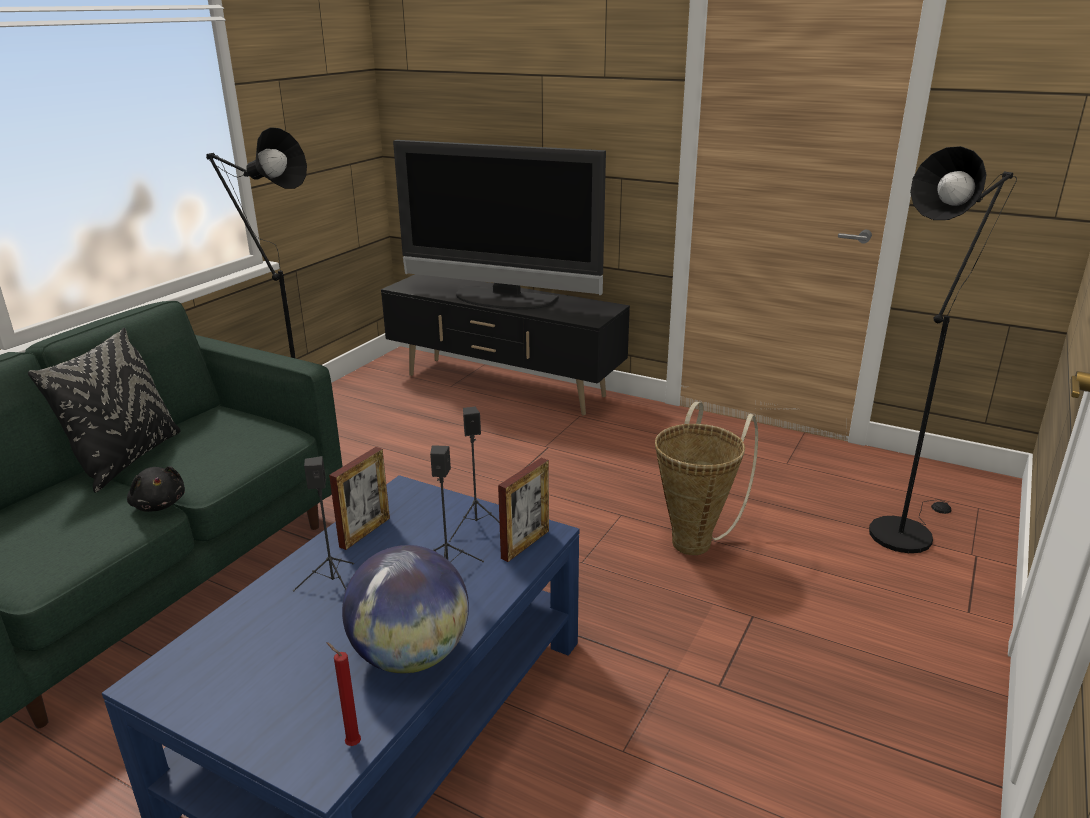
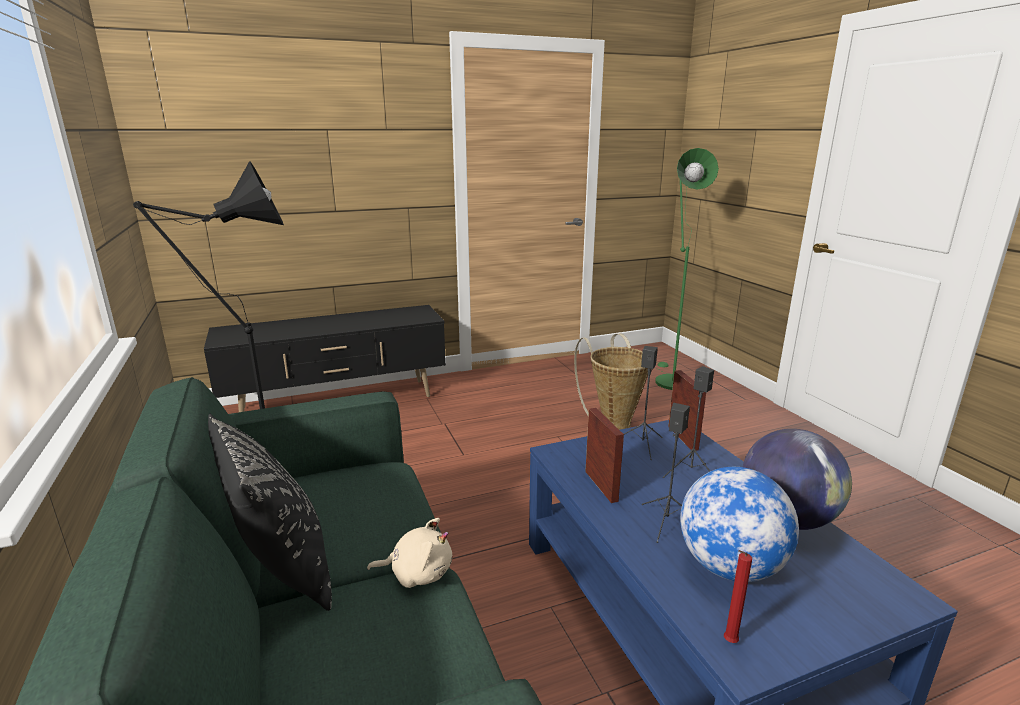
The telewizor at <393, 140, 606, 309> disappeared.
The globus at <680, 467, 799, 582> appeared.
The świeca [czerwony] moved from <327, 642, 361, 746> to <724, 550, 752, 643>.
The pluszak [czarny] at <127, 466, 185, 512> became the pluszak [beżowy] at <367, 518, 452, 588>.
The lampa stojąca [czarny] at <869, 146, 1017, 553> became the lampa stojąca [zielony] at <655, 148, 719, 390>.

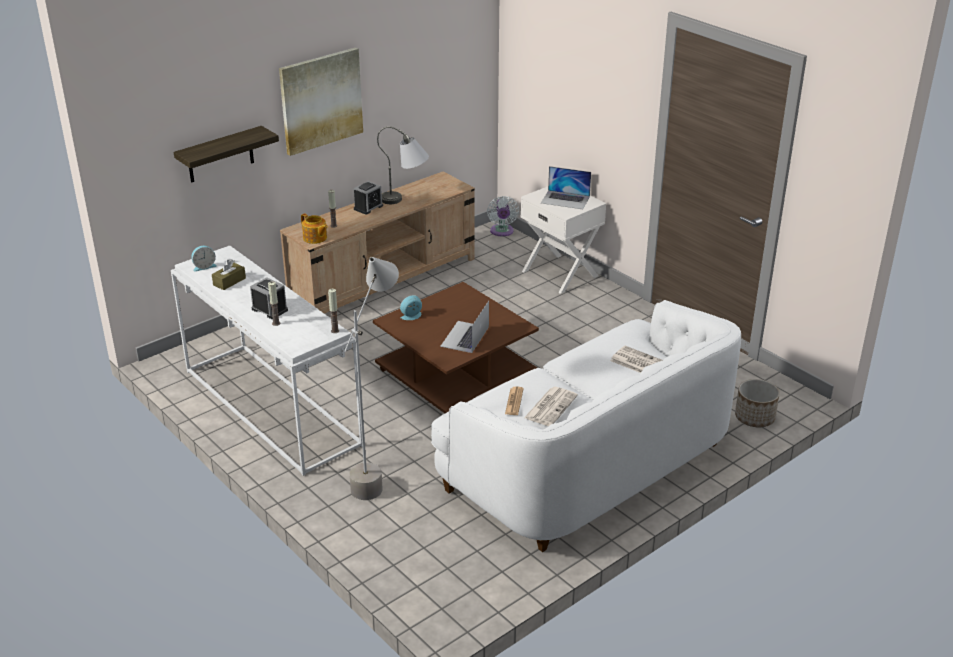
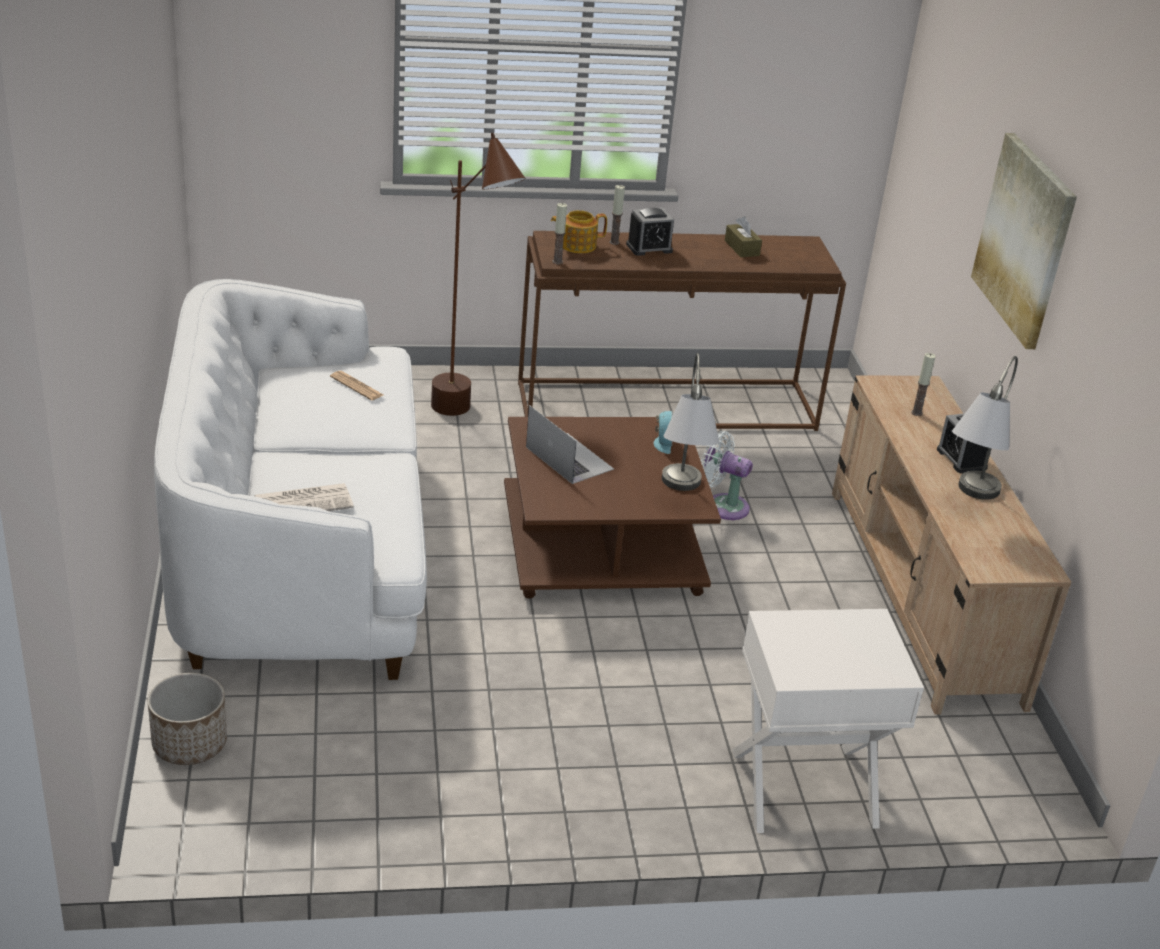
The półka at <174, 126, 279, 183> disappeared.
The budzik at <191, 246, 217, 272> disappeared.
The gazeta at <524, 387, 578, 426> disappeared.
The laptop at <541, 166, 591, 209> disappeared.
The lampa stołowa [szary] at <662, 353, 719, 491> appeared.
The imbryk moved from <301, 213, 328, 244> to <551, 210, 607, 253>.
The wentylator [biały] moved from <487, 196, 519, 236> to <701, 431, 753, 520>.
The stolik konsolowy [biały] at <171, 246, 362, 476> became the stolik konsolowy [brązowy] at <518, 231, 846, 431>.
The lampa stojąca [szary] at <344, 257, 399, 500> became the lampa stojąca [brązowy] at <431, 133, 526, 416>.

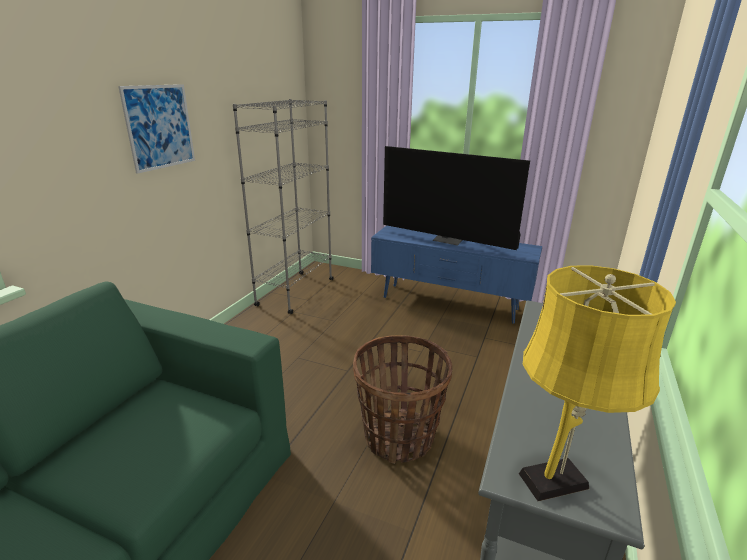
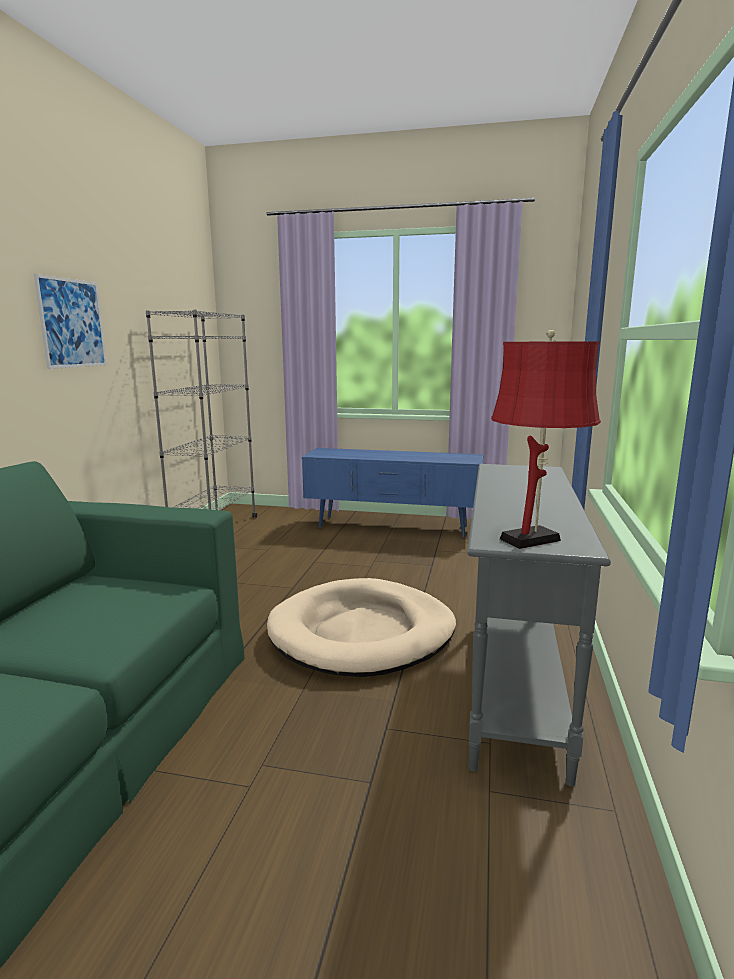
The telewizor at <383, 146, 530, 250> disappeared.
The koszyk at <353, 335, 452, 464> was replaced by the legowisko [beżowy] at <267, 578, 456, 677>.
The lampa stołowa [żółty] at <519, 265, 676, 501> became the lampa stołowa [czerwony] at <491, 330, 601, 549>.

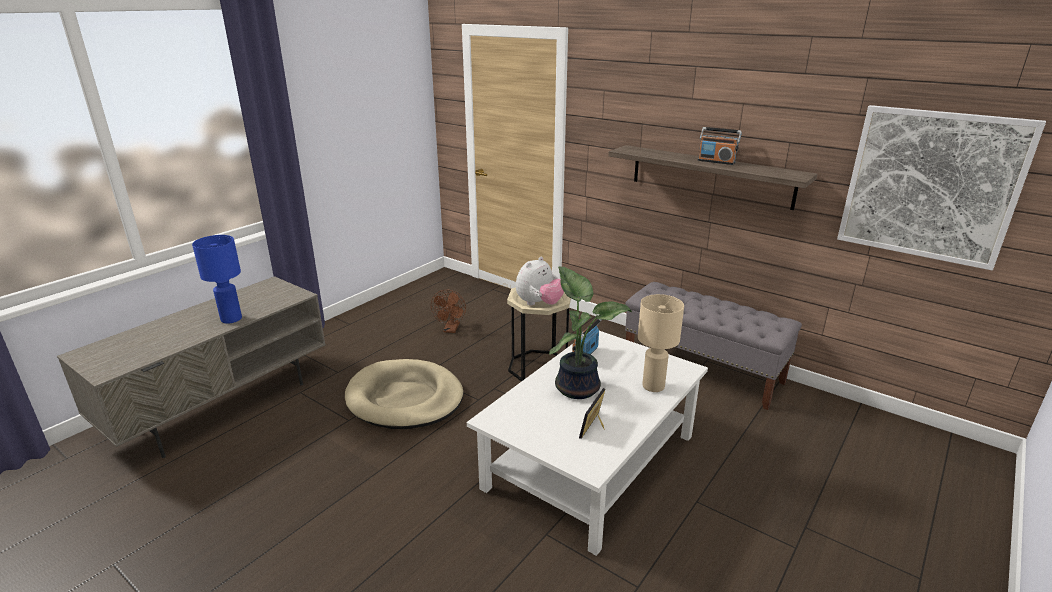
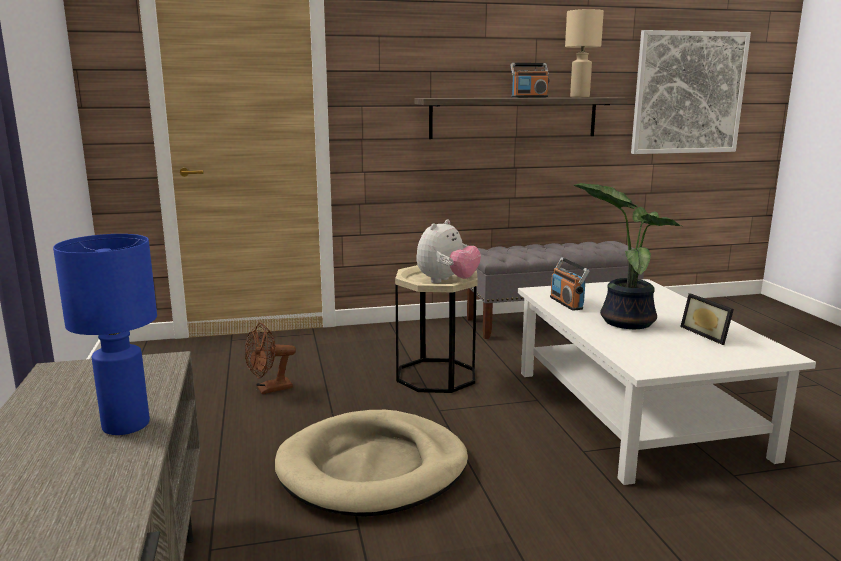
The lampa stołowa [beżowy] moved from <638, 294, 684, 392> to <565, 9, 604, 97>.
The wentylator [brązowy] at <431, 290, 466, 333> turned 105 degrees clockwise.
The pluszak at <516, 257, 564, 305> turned 45 degrees clockwise.

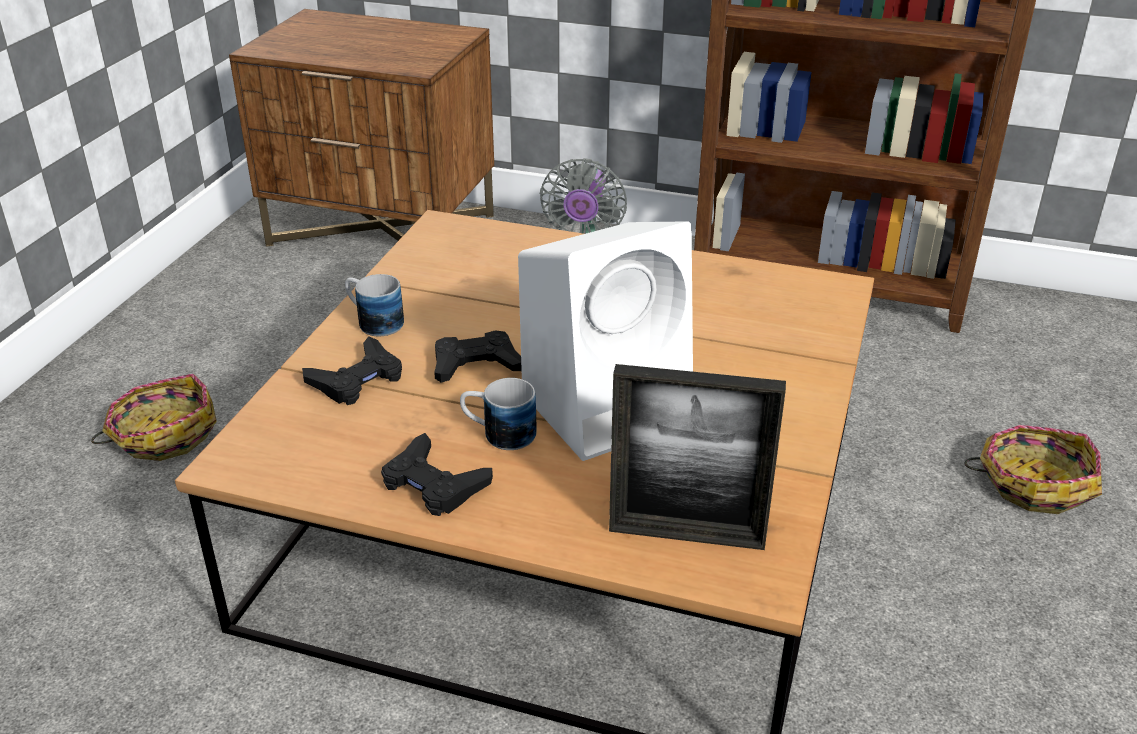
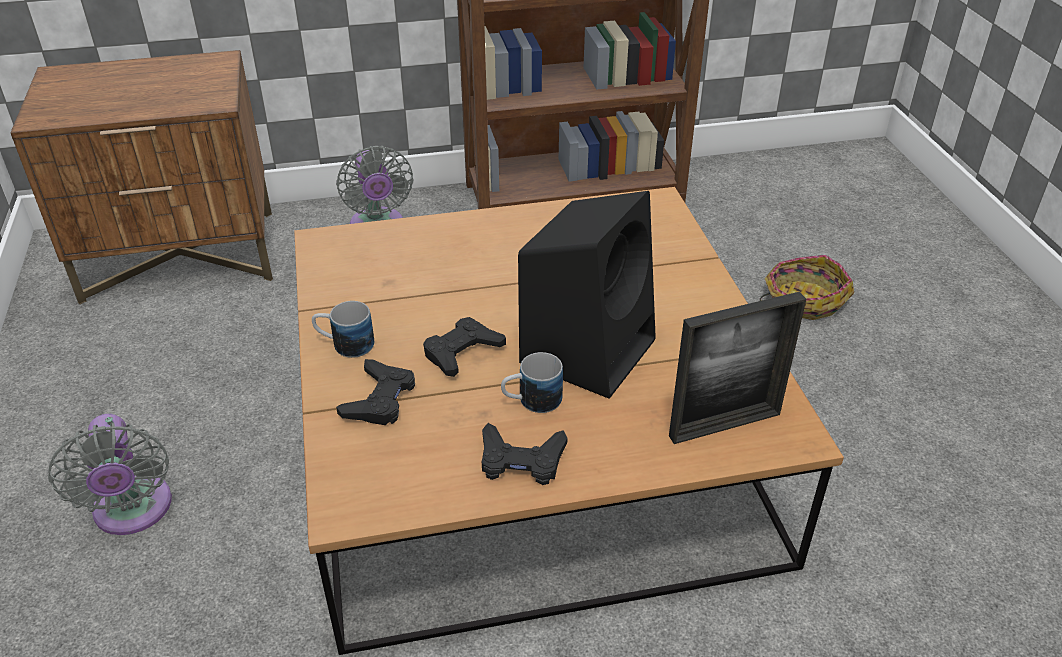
The koszyk at <91, 374, 217, 461> was replaced by the wentylator [szary] at <48, 414, 172, 535>.
The głośnik [biały] at <518, 221, 693, 461> became the głośnik [czarny] at <518, 191, 656, 399>.

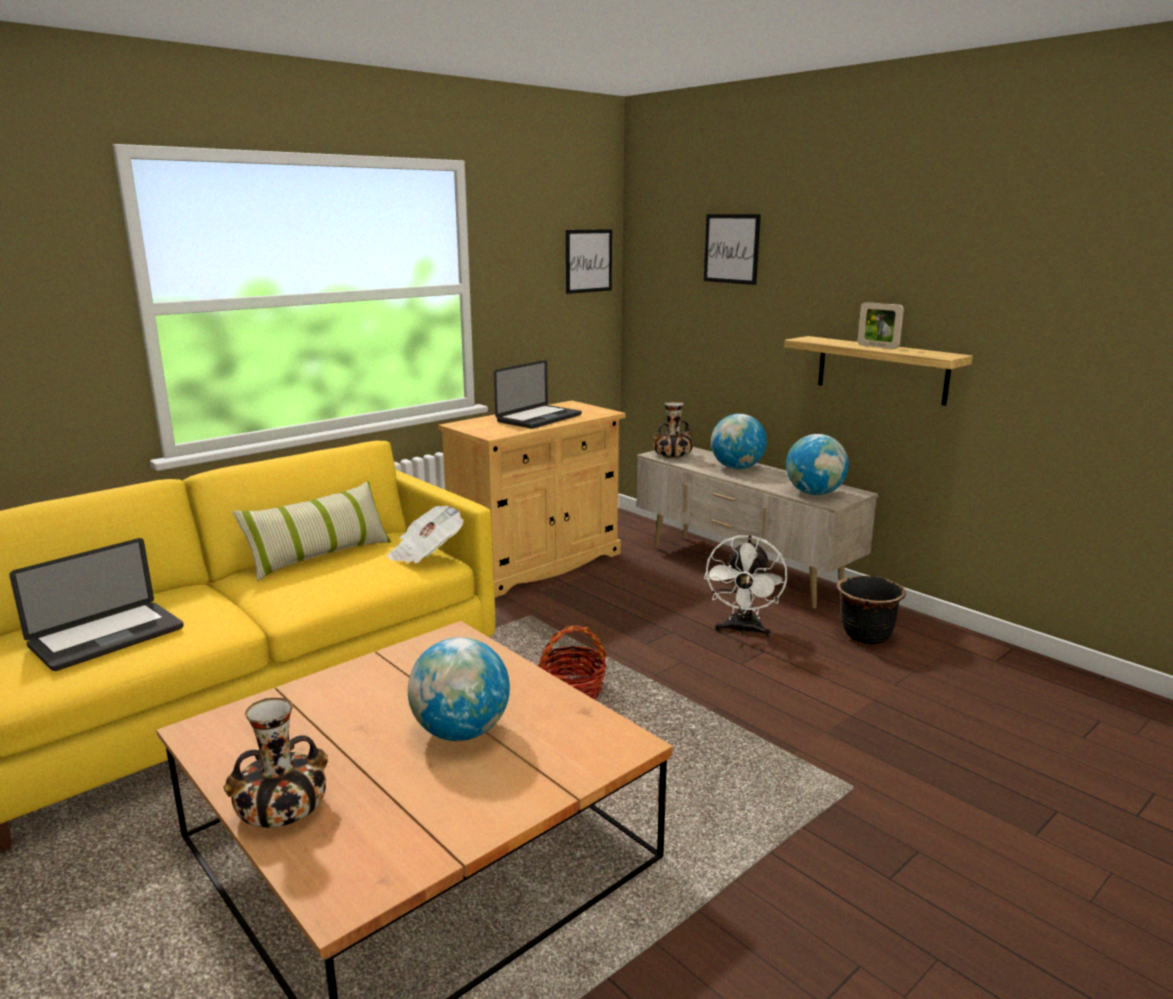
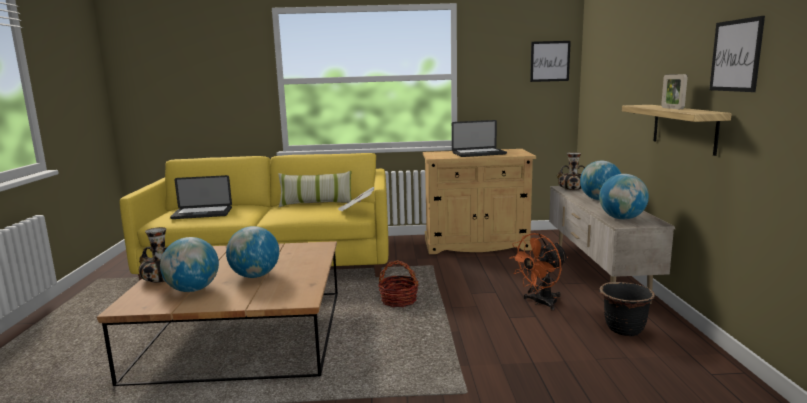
The globus at <160, 237, 219, 292> appeared.
The obraz moved from <704, 214, 761, 285> to <709, 16, 765, 92>.
The wentylator [biały] at <704, 535, 787, 637> became the wentylator [pomarańczowy] at <509, 233, 568, 311>.

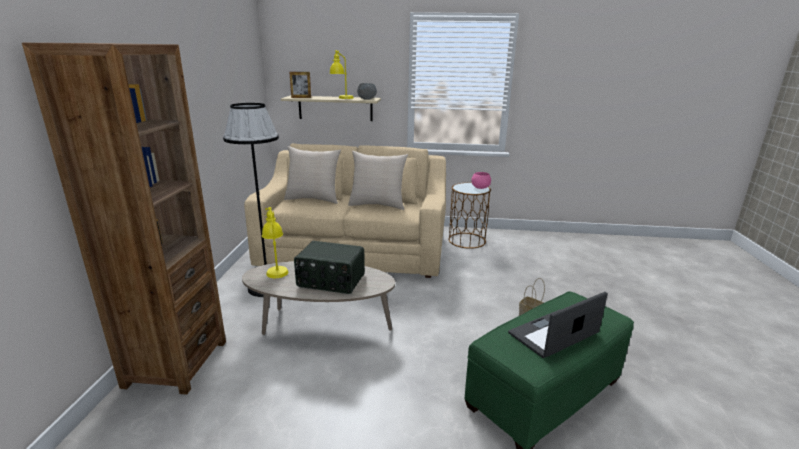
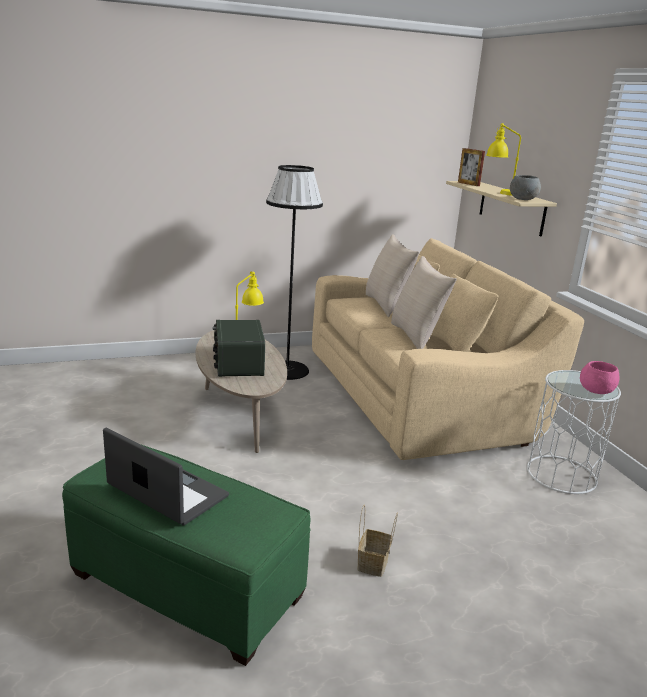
The regał [brązowy] at <22, 43, 226, 395> disappeared.
The stolik [brązowy] at <449, 183, 491, 249> became the stolik [biały] at <527, 370, 621, 494>.

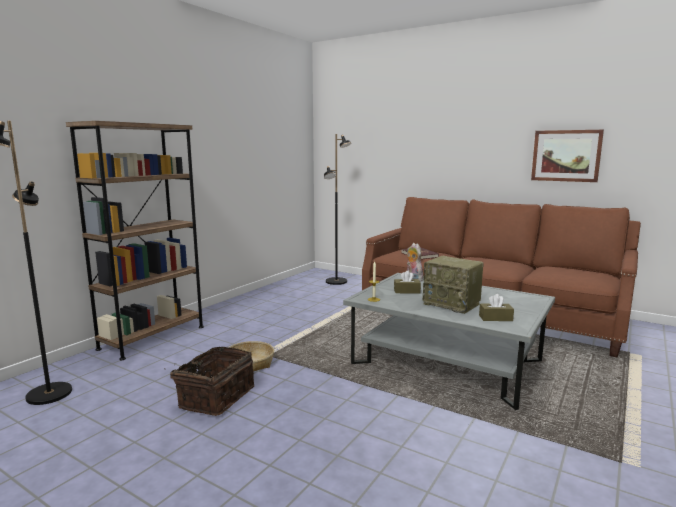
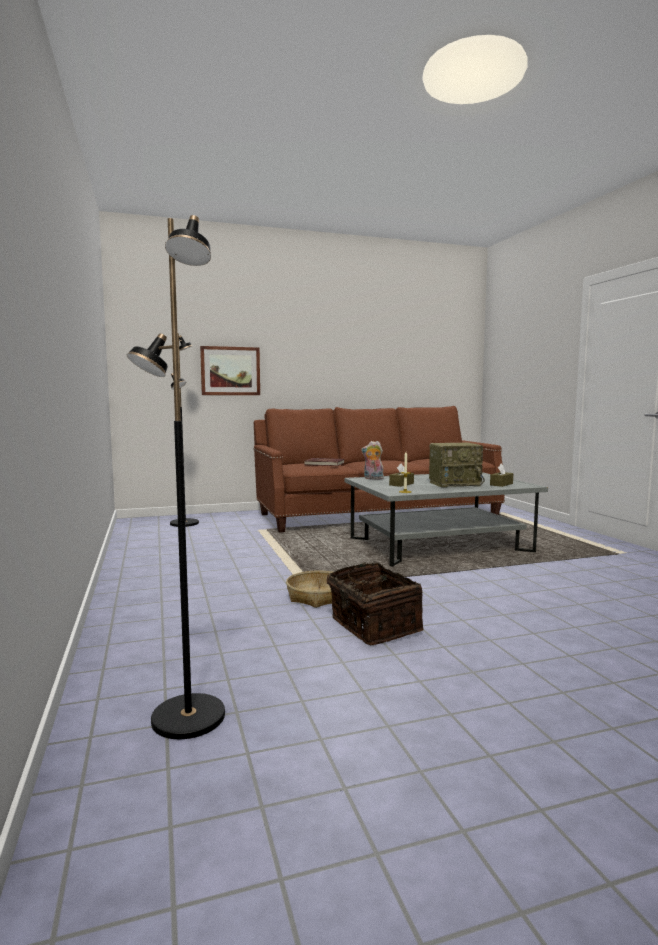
The regał [brązowy] at <66, 121, 204, 360> disappeared.
The obraz moved from <531, 130, 604, 182> to <200, 346, 260, 395>.

